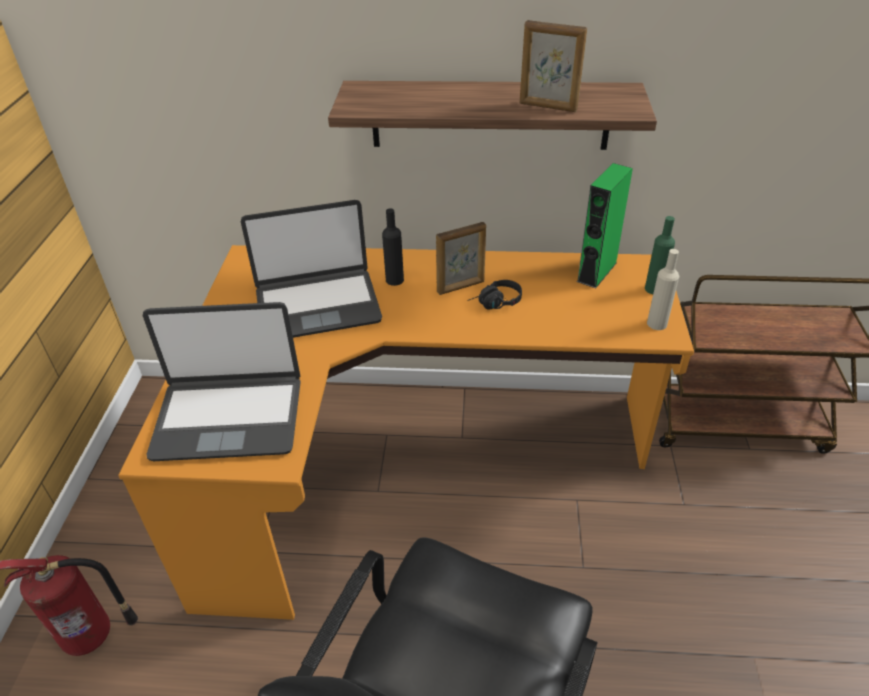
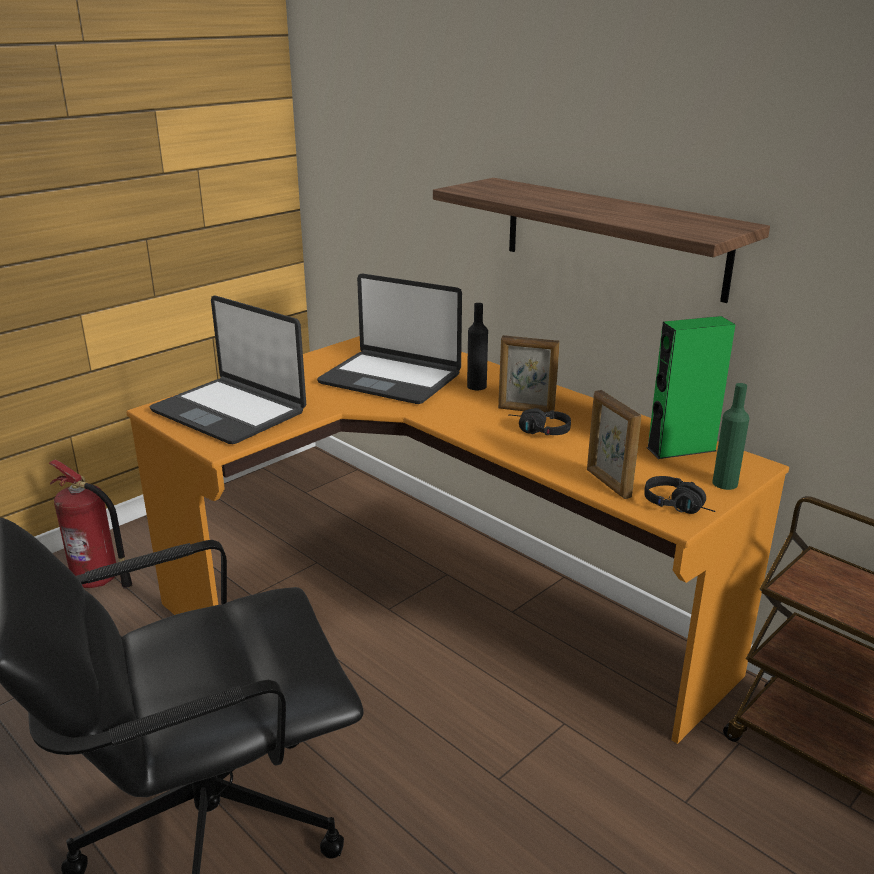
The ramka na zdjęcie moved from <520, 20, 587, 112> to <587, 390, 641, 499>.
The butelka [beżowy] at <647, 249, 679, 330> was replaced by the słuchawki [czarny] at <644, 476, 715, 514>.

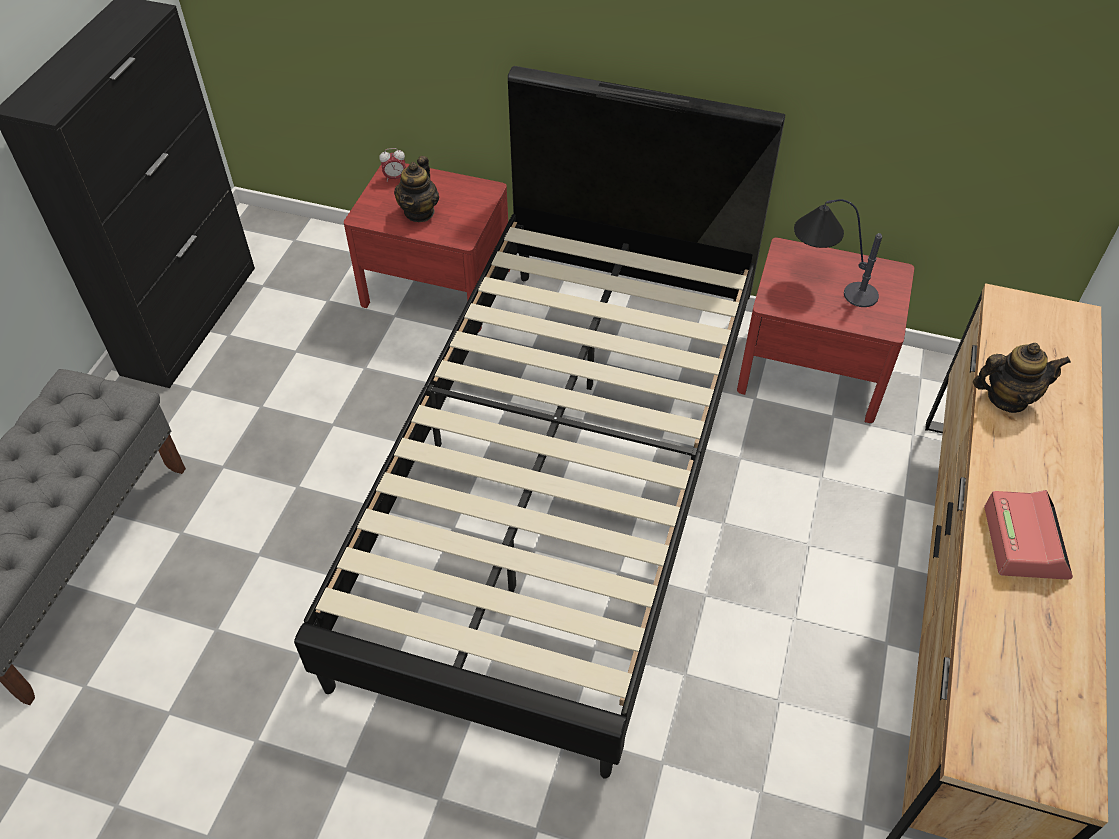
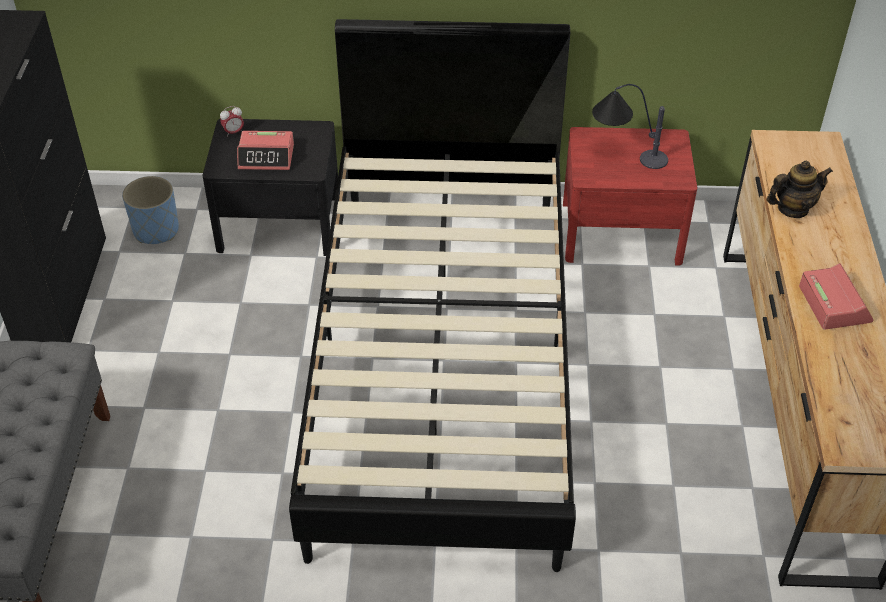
The donica [niebieski] at <122, 176, 179, 244> appeared.
The imbryk at <394, 156, 439, 222> was replaced by the budzik at <237, 131, 294, 170>.
The szafka nocna [czerwony] at <344, 163, 510, 332> became the szafka nocna [czarny] at <202, 119, 338, 256>.

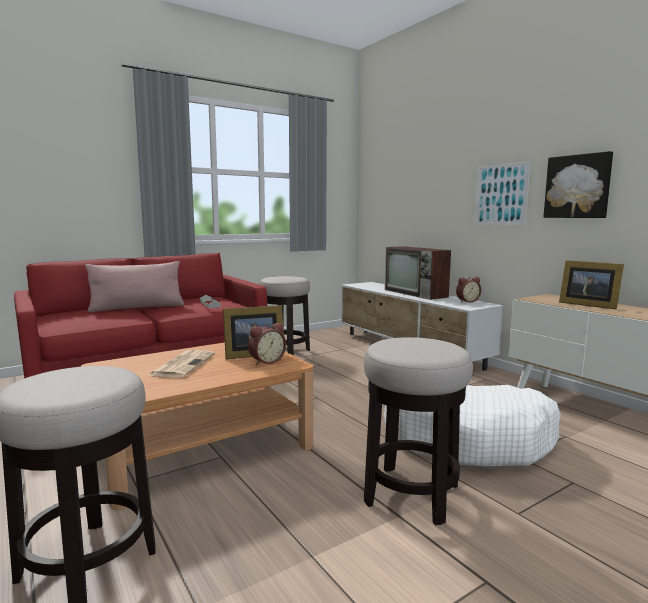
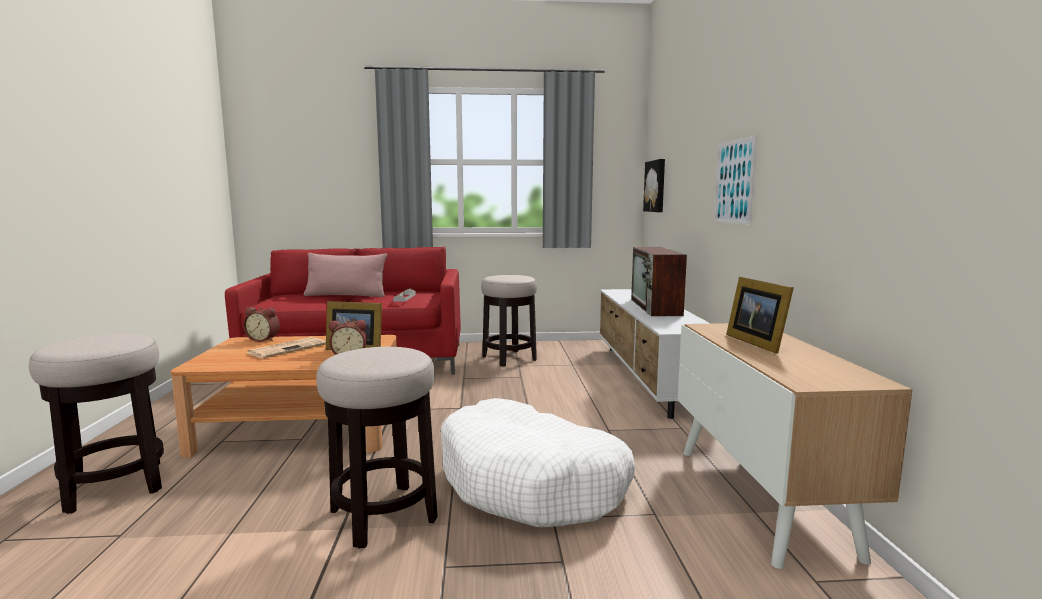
The budzik moved from <456, 277, 481, 302> to <243, 307, 280, 342>.
The obraz moved from <543, 151, 613, 218> to <643, 159, 665, 212>.

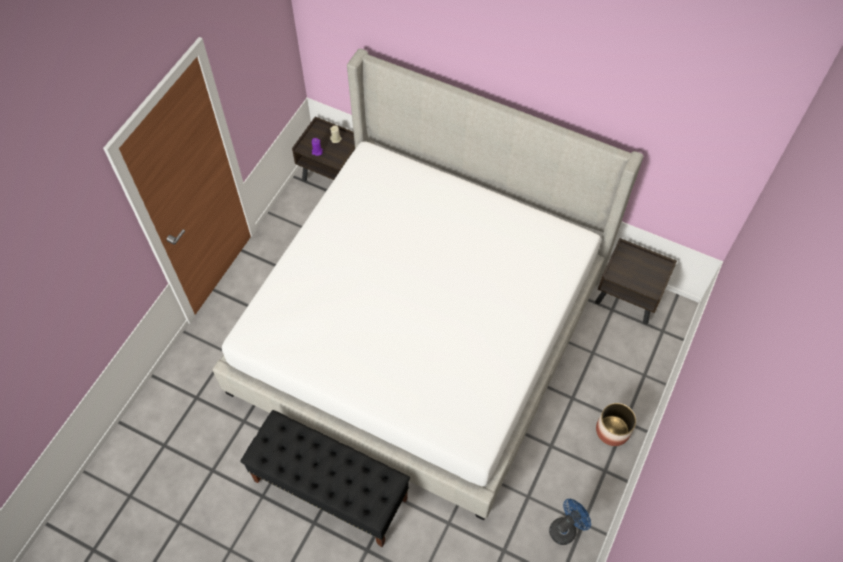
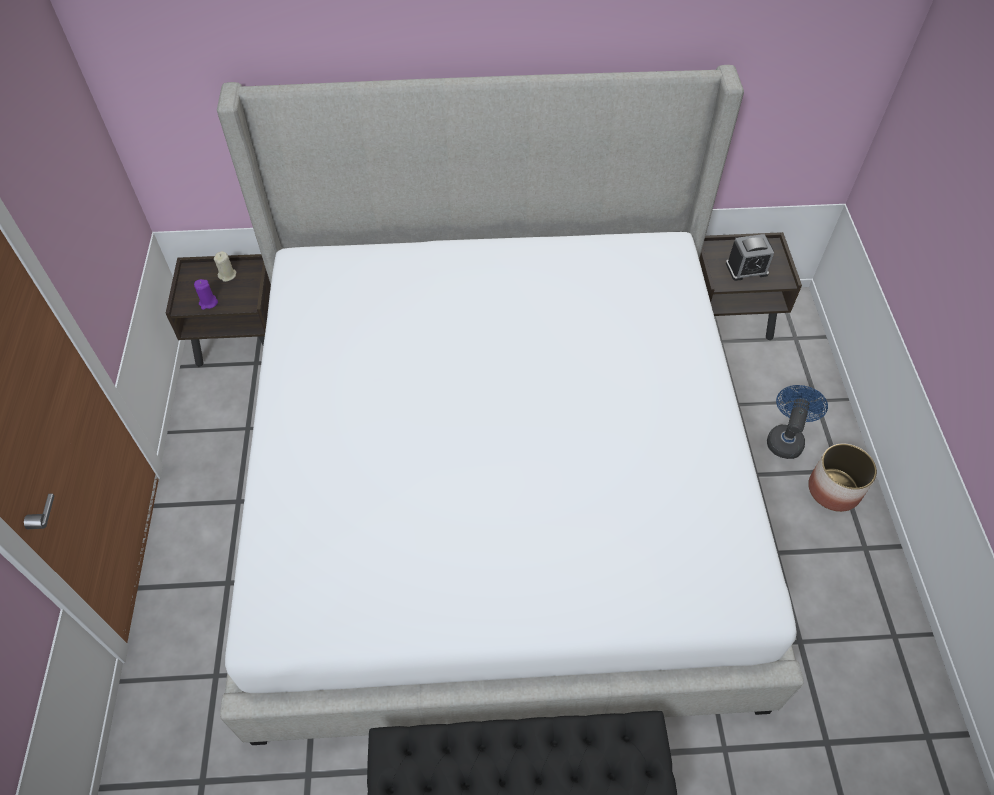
The budzik at <726, 234, 774, 281> appeared.
The wentylator [niebieski] moved from <549, 499, 591, 545> to <767, 385, 828, 459>.

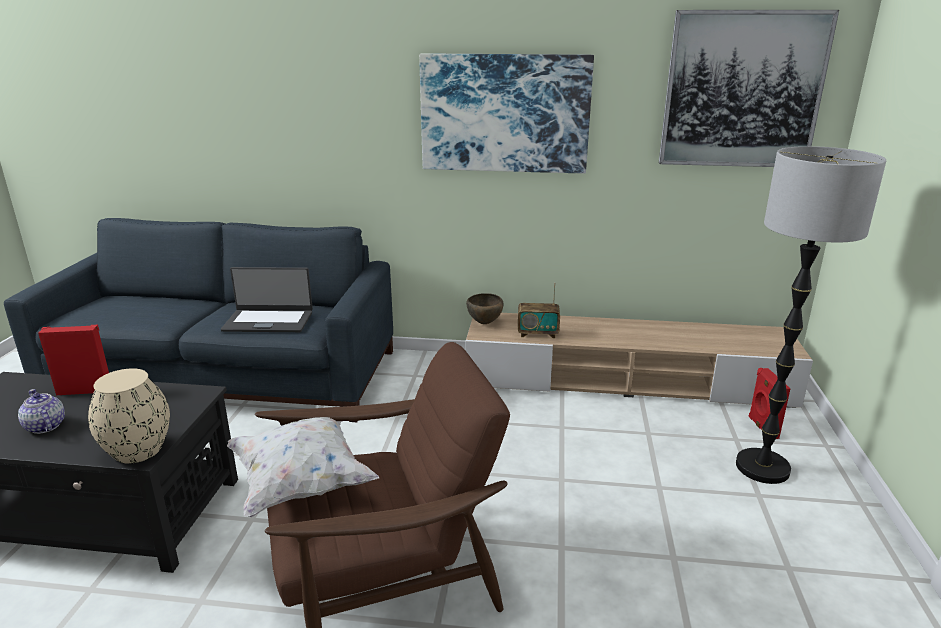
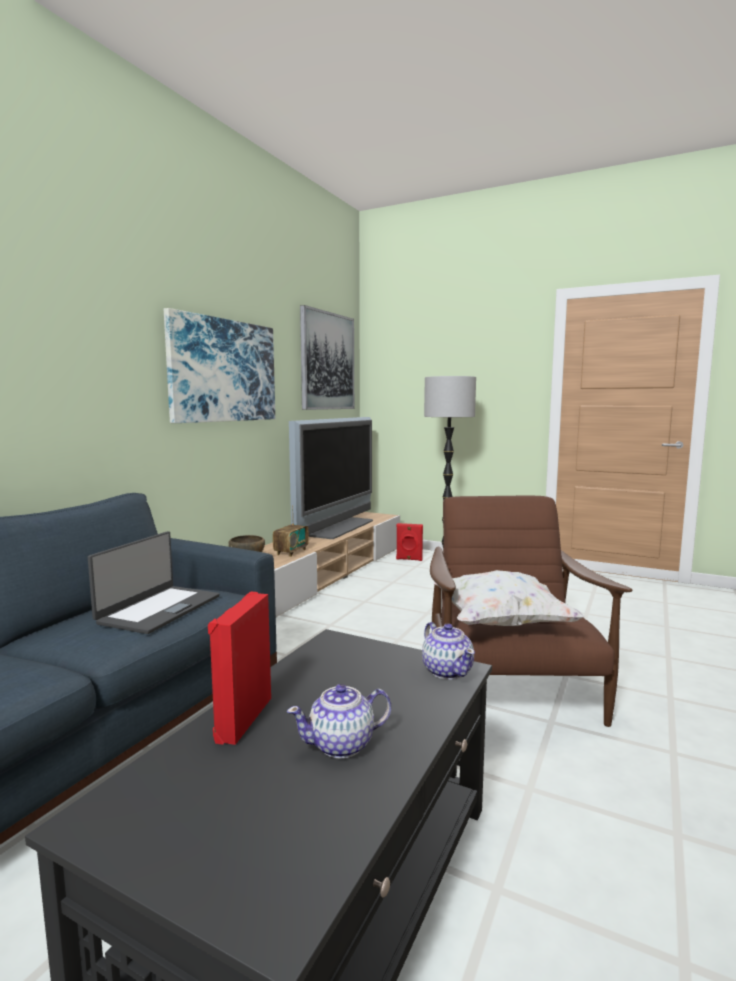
The telewizor at <289, 417, 373, 539> appeared.
The wazon [beżowy] at <88, 368, 170, 464> was replaced by the imbryk at <422, 622, 475, 680>.

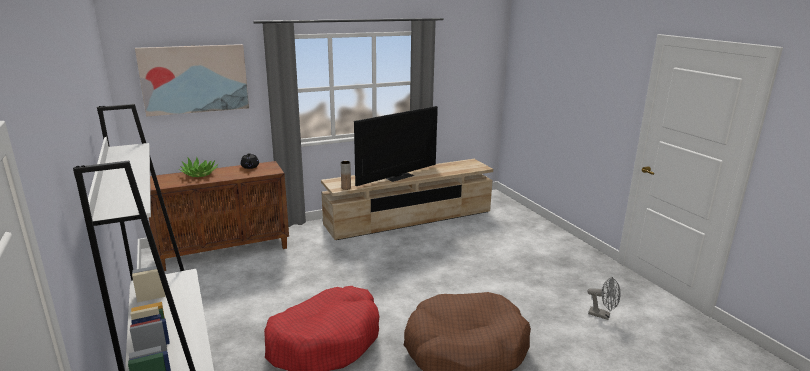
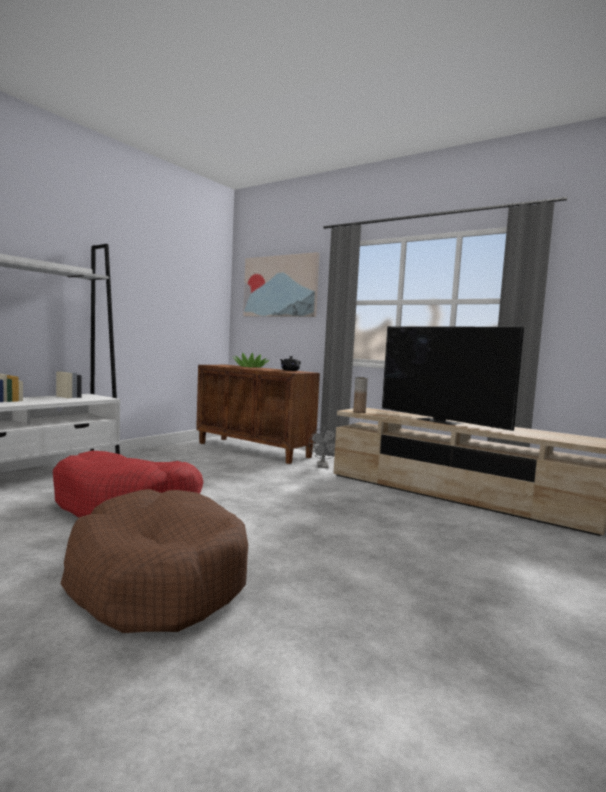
The wentylator [szary] moved from <587, 277, 621, 320> to <309, 428, 336, 468>.
The telewizor at <354, 106, 438, 186> turned 150 degrees counterclockwise.

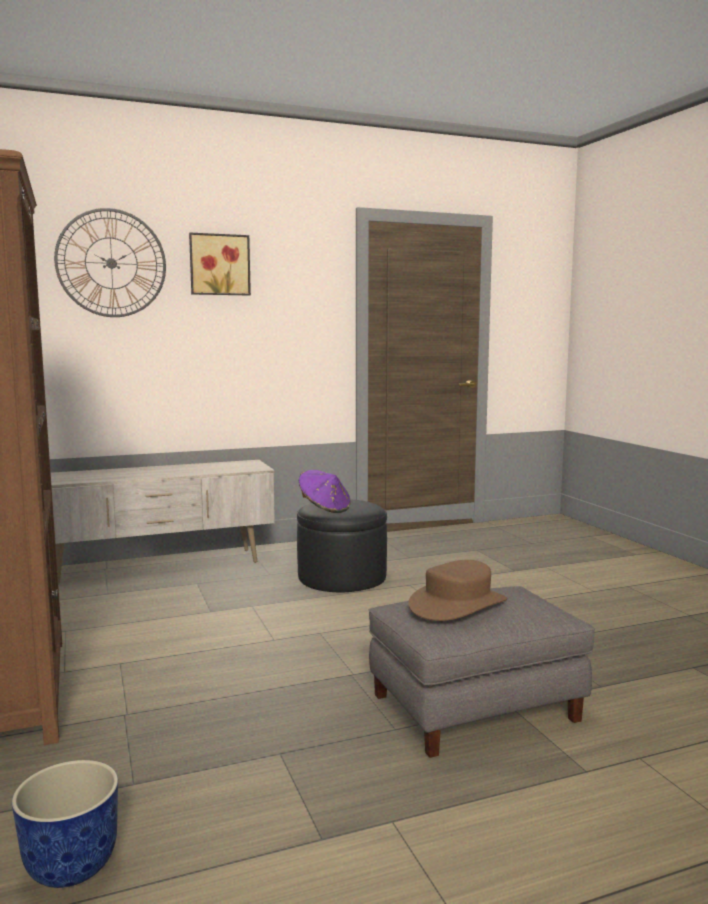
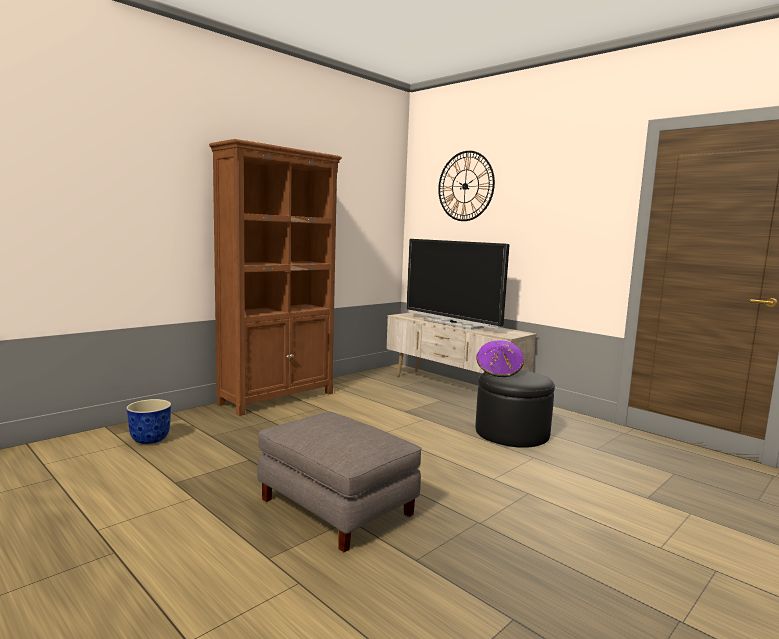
The obraz at <189, 233, 251, 295> disappeared.
The kapelusz [brązowy] at <408, 560, 507, 621> disappeared.
The telewizor at <406, 239, 509, 330> appeared.

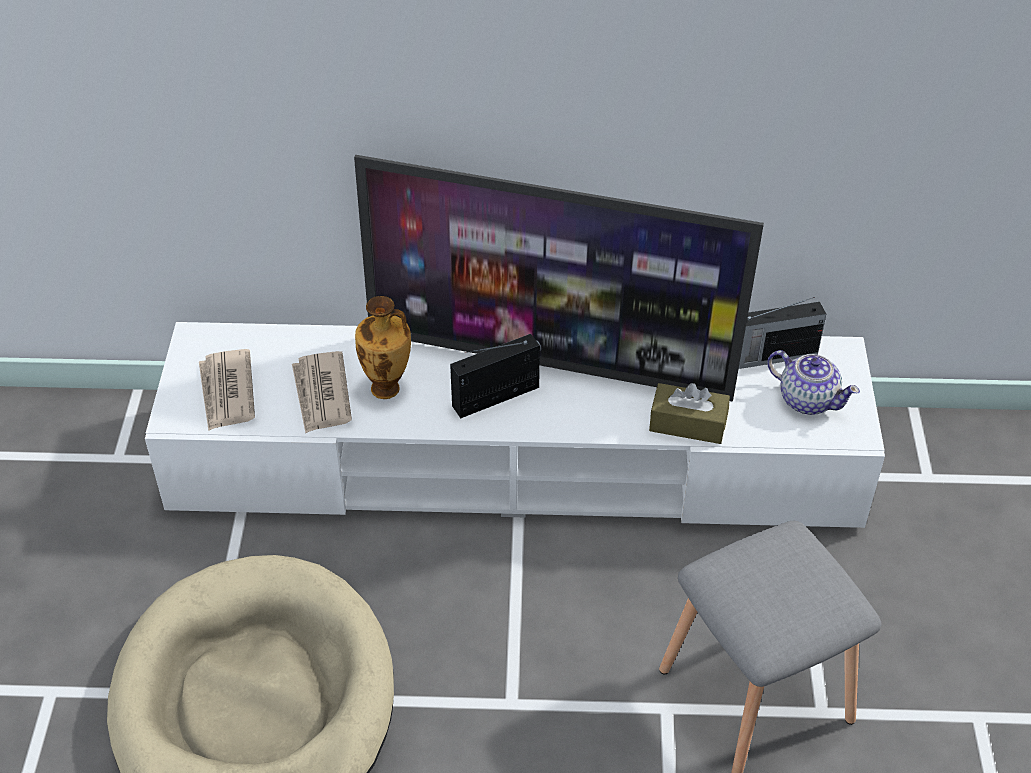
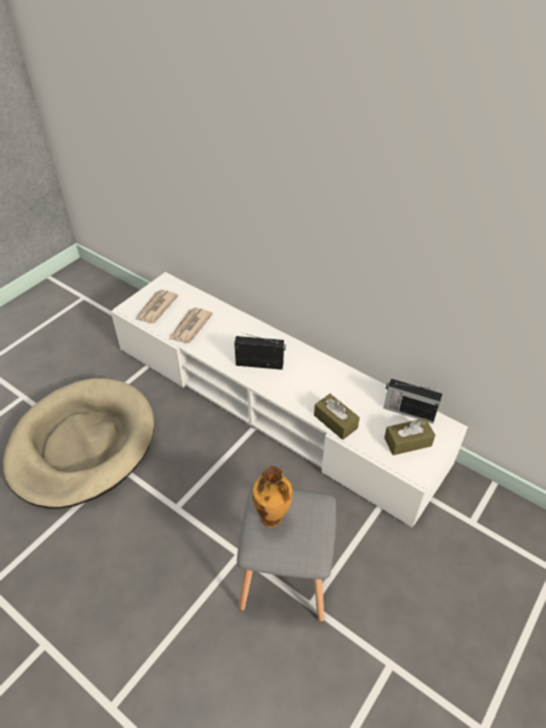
The telewizor at <354, 155, 764, 402> disappeared.
The wazon moved from <355, 296, 411, 399> to <253, 466, 293, 528>.
The imbryk at <767, 350, 860, 415> was replaced by the pudełko chusteczek [brązowy] at <384, 418, 435, 455>.

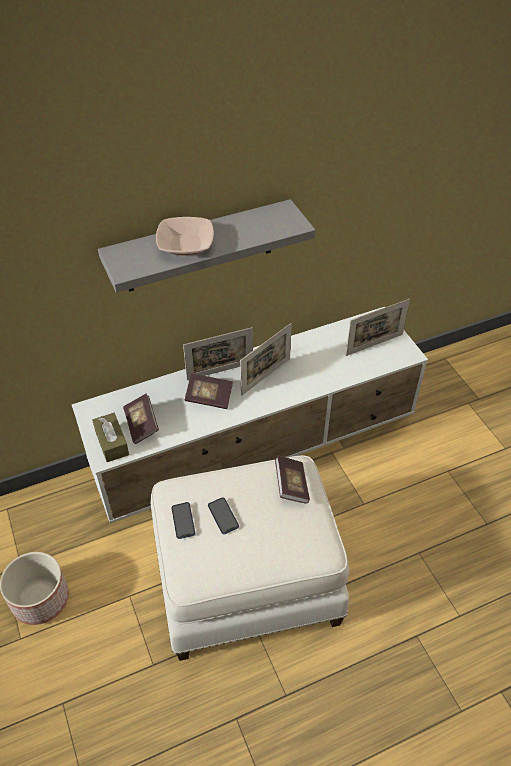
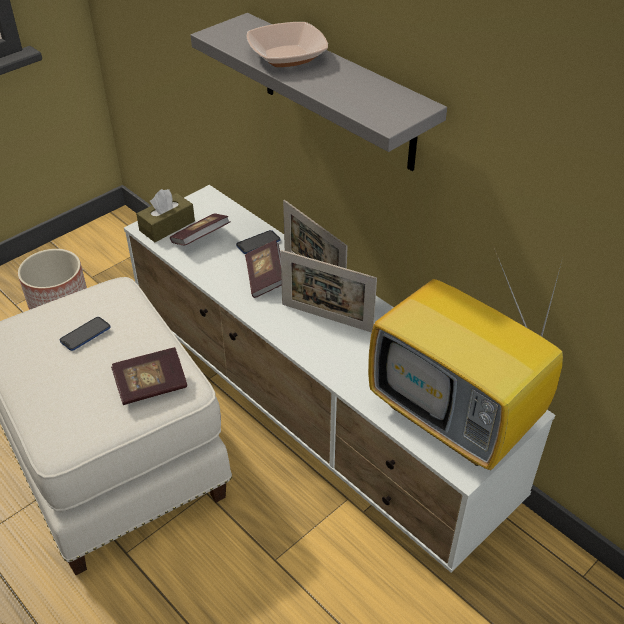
The telefon moved from <171, 502, 195, 539> to <236, 230, 280, 254>.
The ramka na zdjęcie at <345, 299, 410, 356> was replaced by the telewizor at <368, 243, 563, 470>.

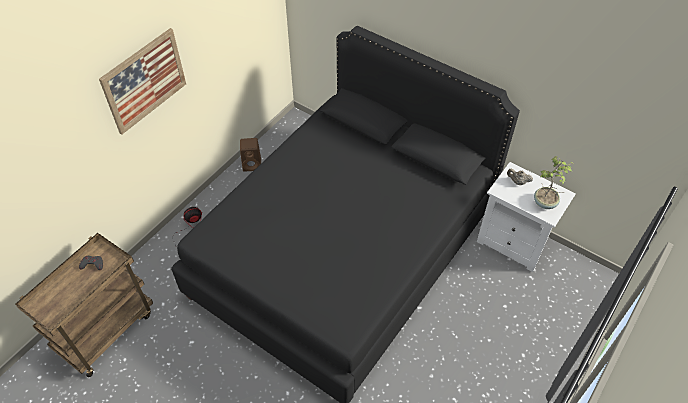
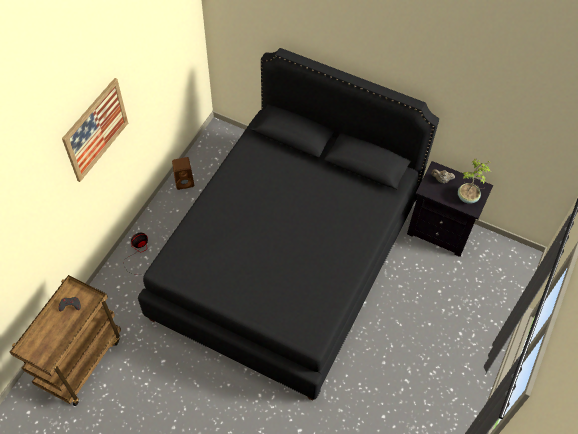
The szafka nocna [biały] at <477, 162, 576, 272> became the szafka nocna [czarny] at <407, 161, 493, 257>.

